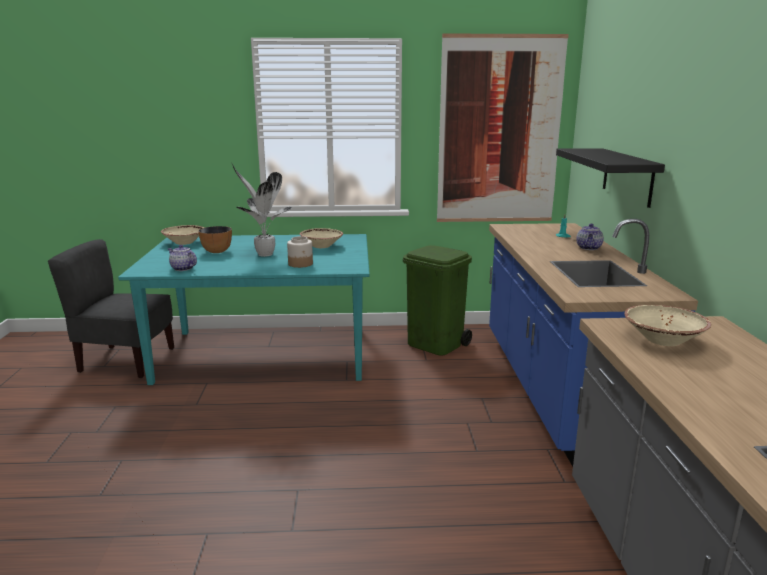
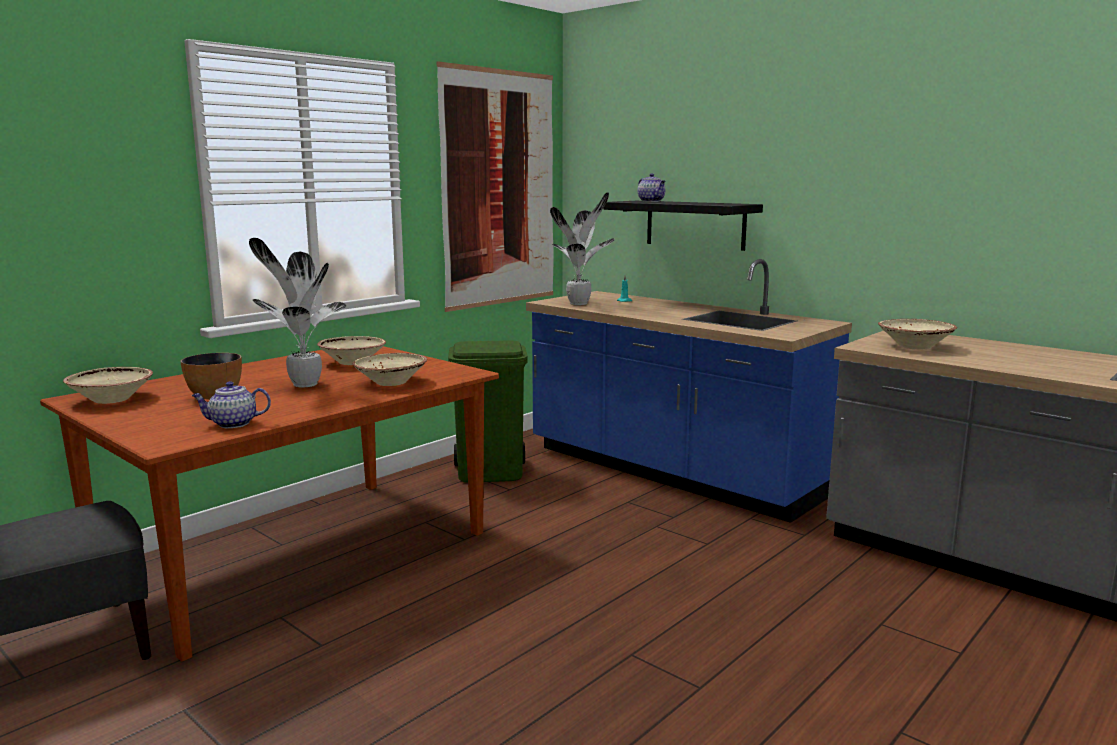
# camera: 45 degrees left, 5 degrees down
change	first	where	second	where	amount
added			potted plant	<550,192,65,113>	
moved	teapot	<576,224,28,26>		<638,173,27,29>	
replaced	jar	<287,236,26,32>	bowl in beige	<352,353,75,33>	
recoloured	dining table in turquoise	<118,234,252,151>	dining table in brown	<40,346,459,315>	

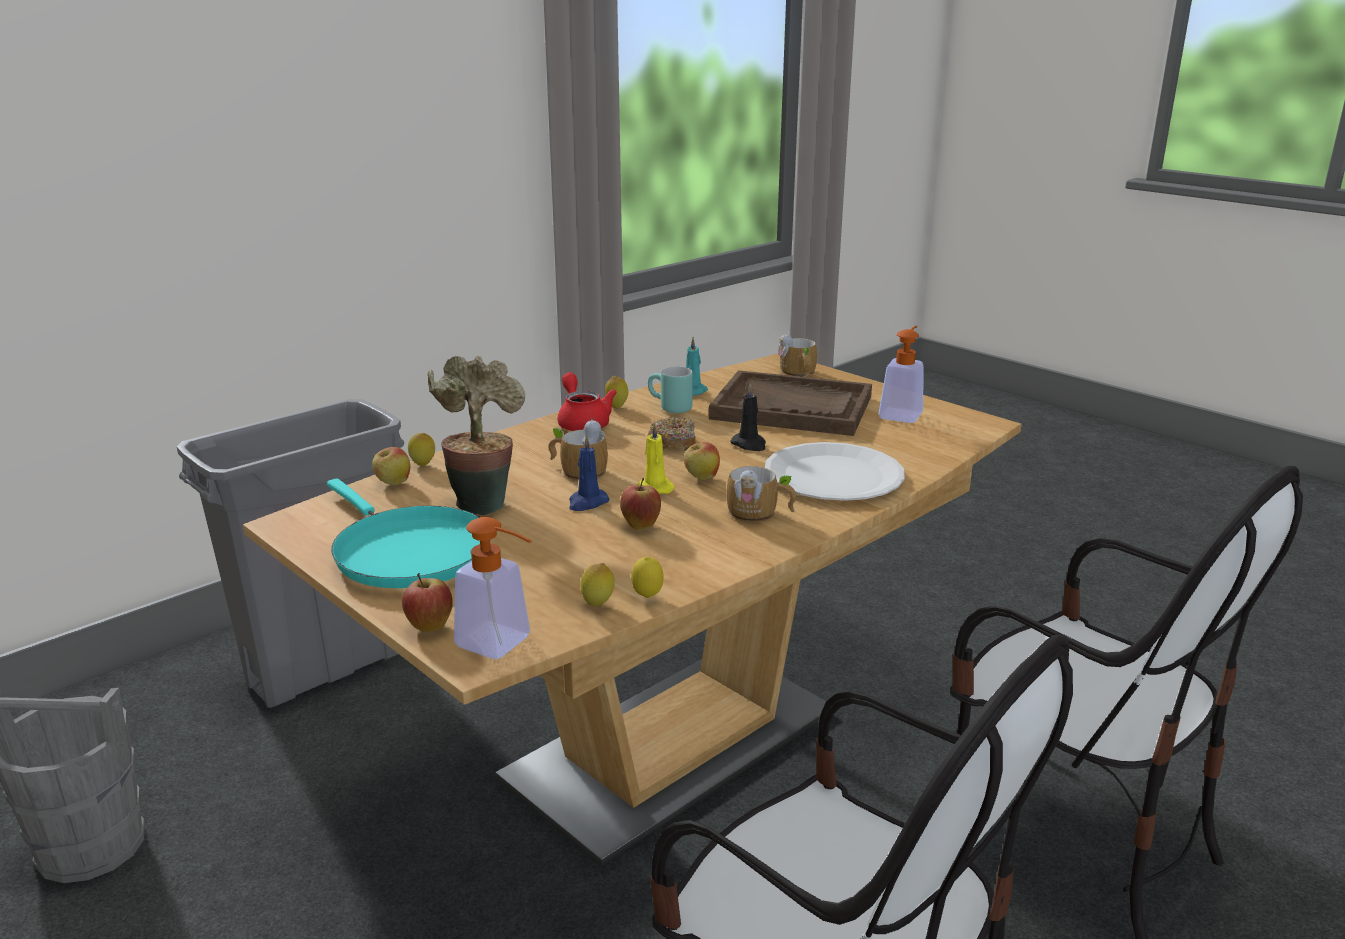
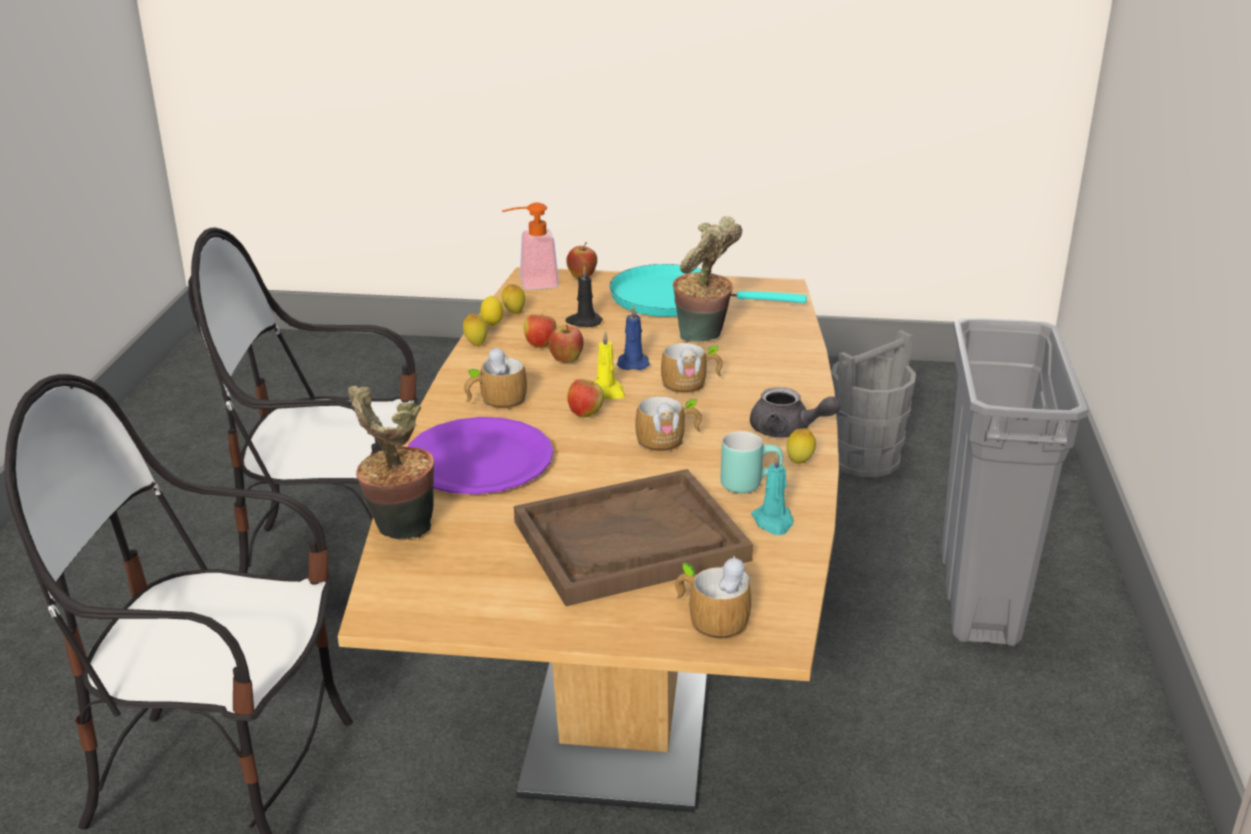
# camera: 140 degrees right, 5 degrees up
change	first	where	second	where	amount
removed	soap dispenser	<879,326,45,97>			
added			potted plant	<348,386,86,153>	
moved	apple	<372,447,38,38>		<523,310,34,38>	
moved	lemon	<408,433,27,33>		<463,314,24,32>	
moved	candle in black	<730,383,36,68>		<566,266,37,61>	
replaced	donut	<648,417,48,34>	mug	<635,396,67,56>	
recoloured	teapot in red	<557,373,60,58>	teapot in grey	<750,387,90,51>	
recoloured	plate in white	<765,442,140,59>	plate in purple	<407,417,146,77>	

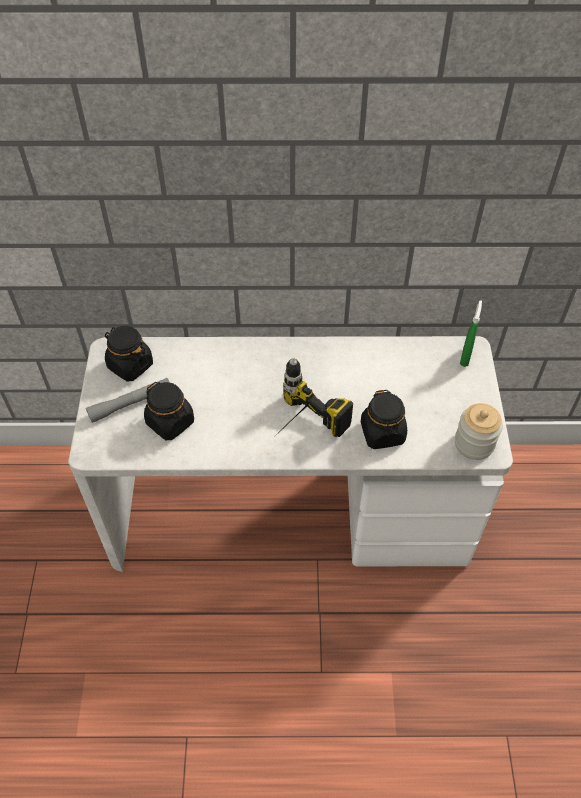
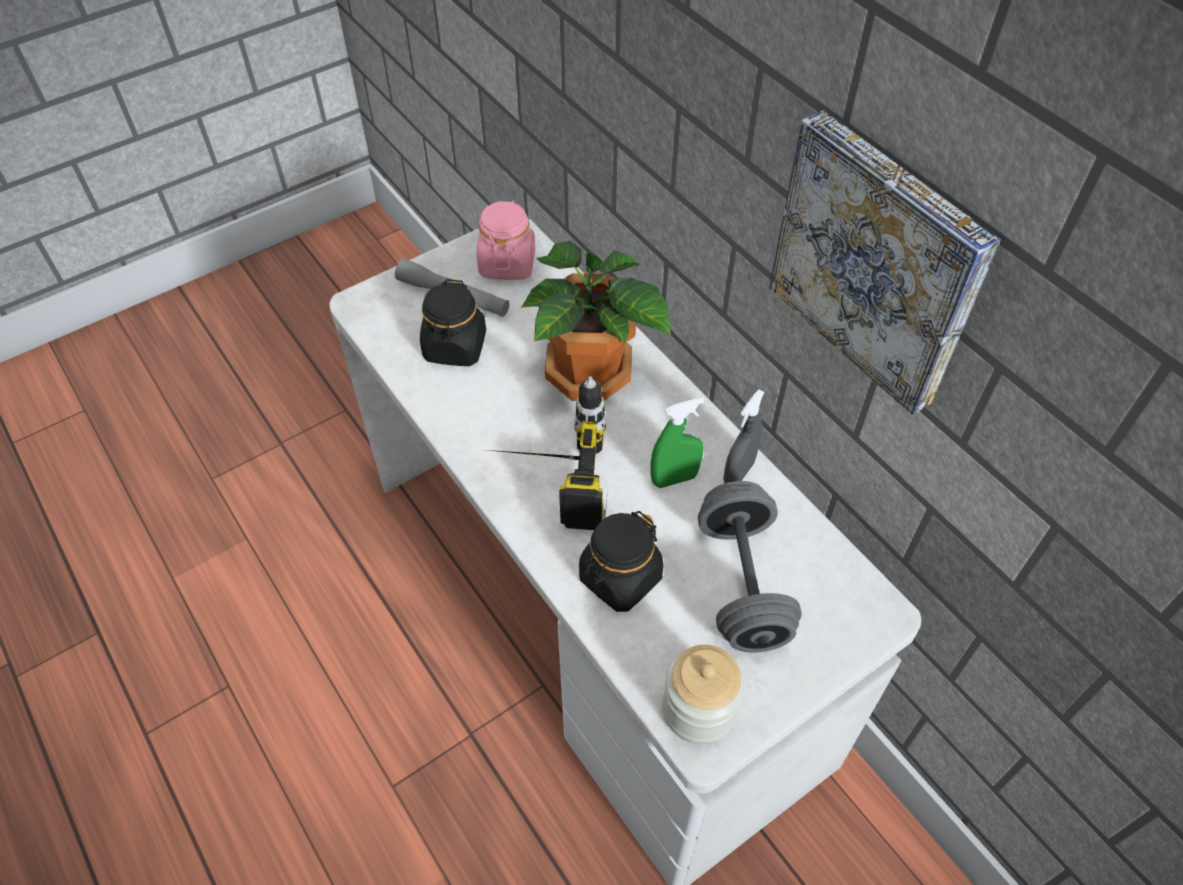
# camera: 55 degrees right, 0 degrees up
change	first	where	second	where	amount
added			potted plant	<521,241,149,160>	
added			dumbbell in grey	<698,481,104,172>	
added			spray bottle in grey	<723,389,42,94>	
added			picture	<769,110,232,305>	
moved	spray bottle in green	<460,300,22,67>		<651,398,53,90>	
recoloured	jar in black	<105,326,48,56>	jar in pink	<477,200,58,80>	

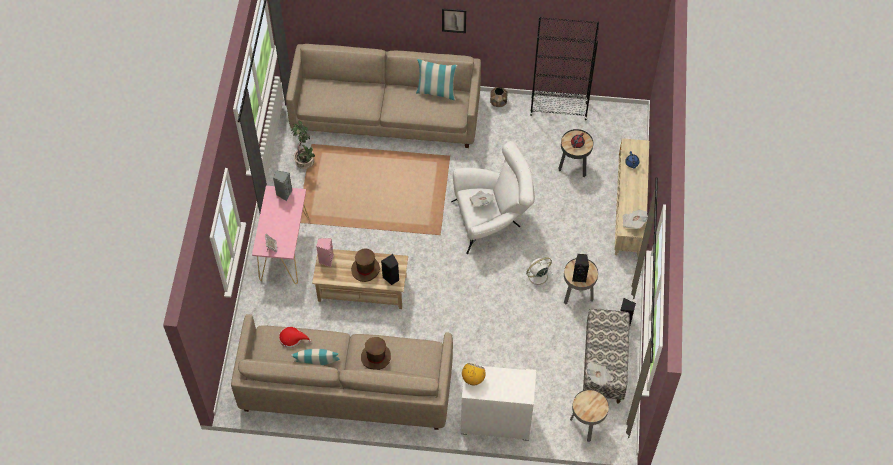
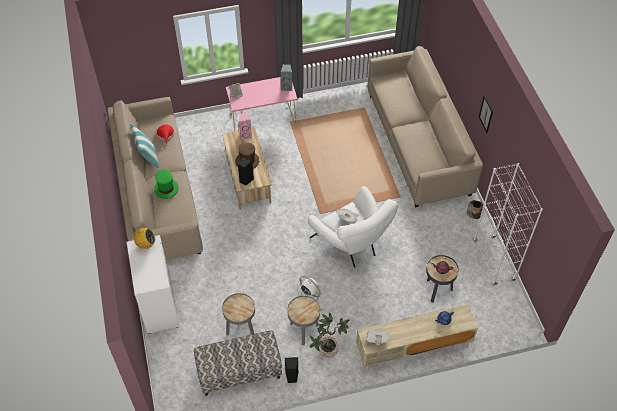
# camera: 70 degrees right, 5 degrees down
change	first	where	second	where	amount
removed	pillow	<416,59,41,41>			
removed	speaker in black	<572,254,17,28>			
removed	newspaper	<585,362,28,24>			
moved	potted plant	<290,120,25,49>		<310,311,40,47>	
moved	side table in grey	<570,389,39,53>		<222,293,33,43>	
recoloured	hat in brown	<361,337,30,33>	hat in green	<154,170,25,29>	
recoloured	bookcase in black	<530,17,69,103>	bookcase in white	<473,163,70,123>	

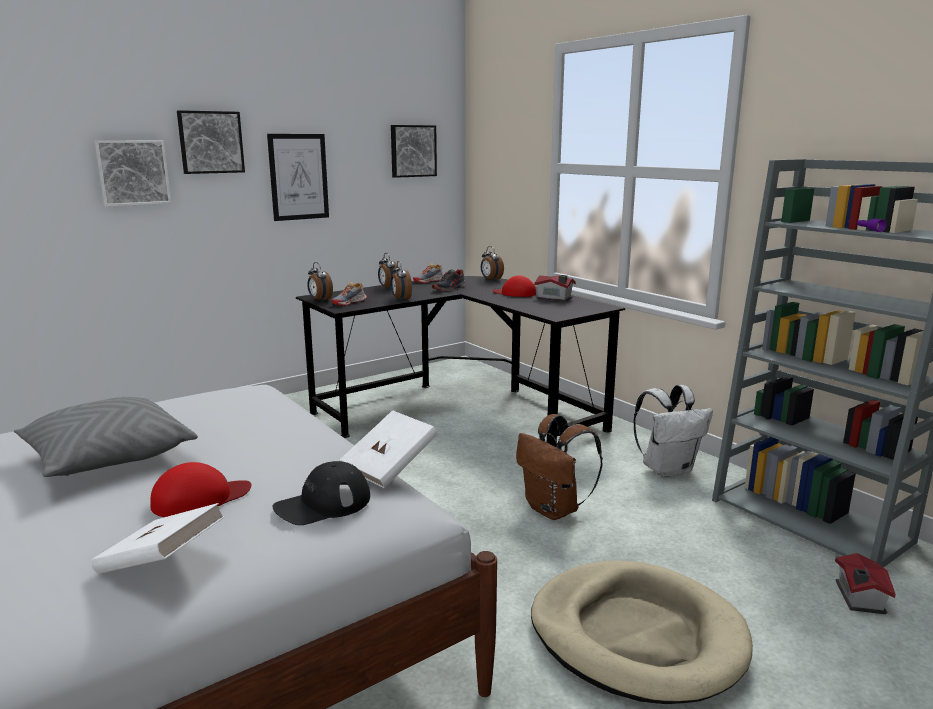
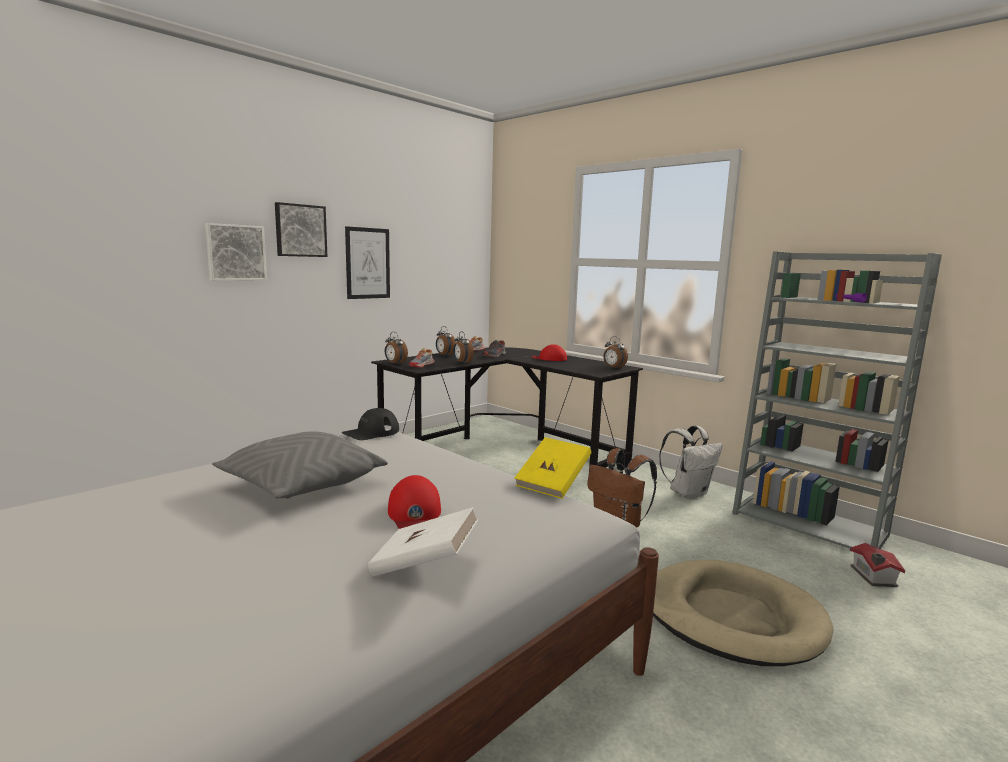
# camera: 10 degrees left, 5 degrees down
change	first	where	second	where	amount
removed	picture	<391,125,46,53>			
removed	toy house	<534,275,42,27>			
moved	cap in black	<273,461,97,64>		<342,408,57,32>	
moved	alarm clock	<481,246,23,35>		<603,336,25,33>	
recoloured	book in white	<340,410,97,78>	book in yellow	<514,437,77,62>	
turned	cap in red	<150,462,101,55>		<388,475,53,54>	120 degrees clockwise

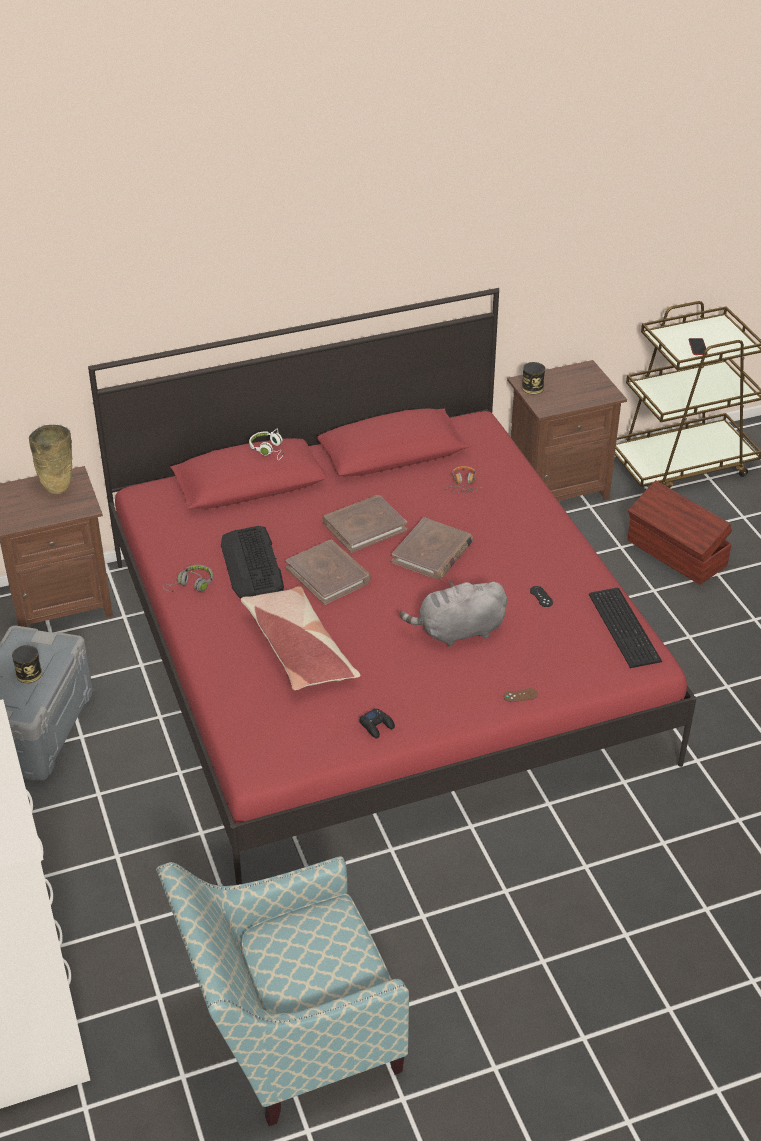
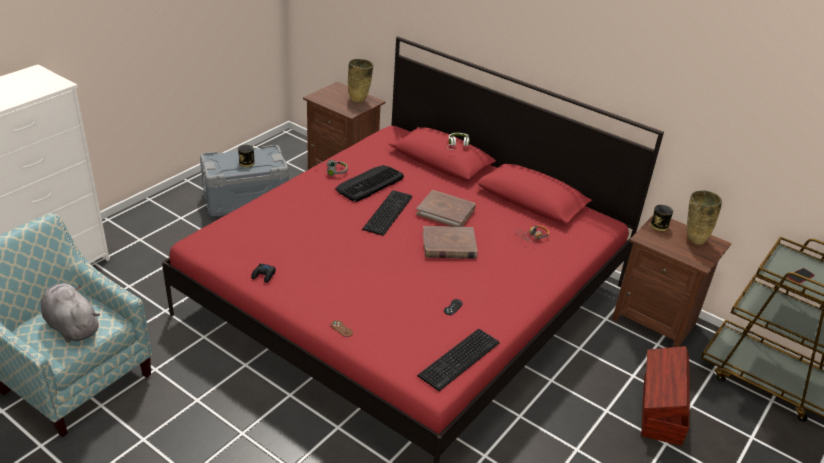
# camera: 55 degrees right, 5 degrees down
change	first	where	second	where	amount
removed	pillow	<241,586,119,104>			
added			vase in beige	<687,190,35,55>	
moved	plush toy in grey	<400,580,107,67>		<41,283,59,59>	
replaced	book in brown	<286,539,85,66>	keyboard	<362,190,51,46>	

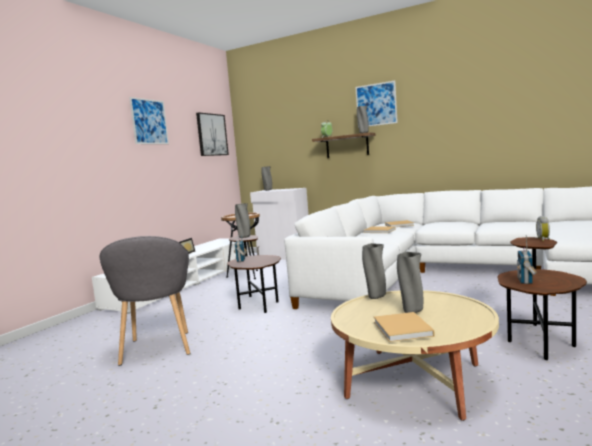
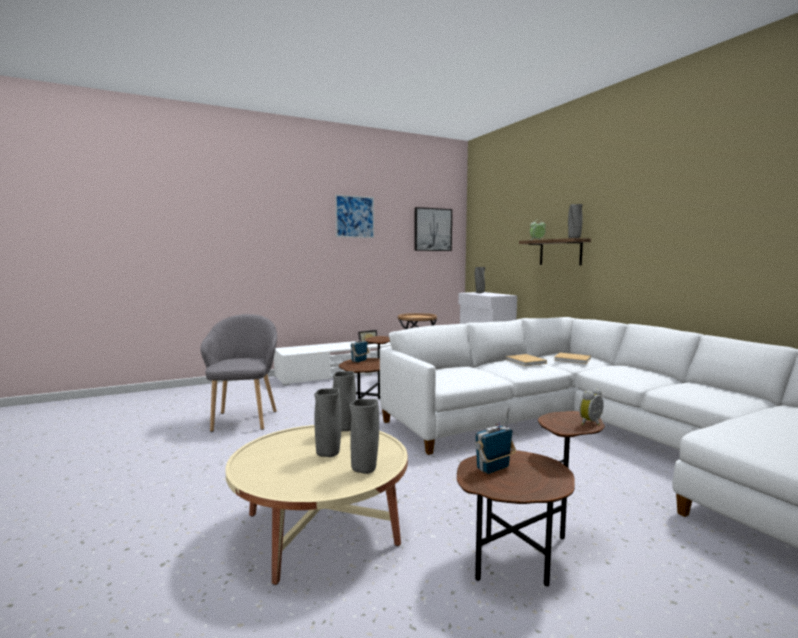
# camera: 35 degrees right, 0 degrees up
change	first	where	second	where	amount
removed	picture	<355,81,43,47>			
removed	book in beige	<374,312,61,30>			
moved	vase in grey	<235,203,15,35>		<349,399,30,75>	
turned	armchair in grey	<100,236,90,130>		<200,314,77,118>	150 degrees clockwise

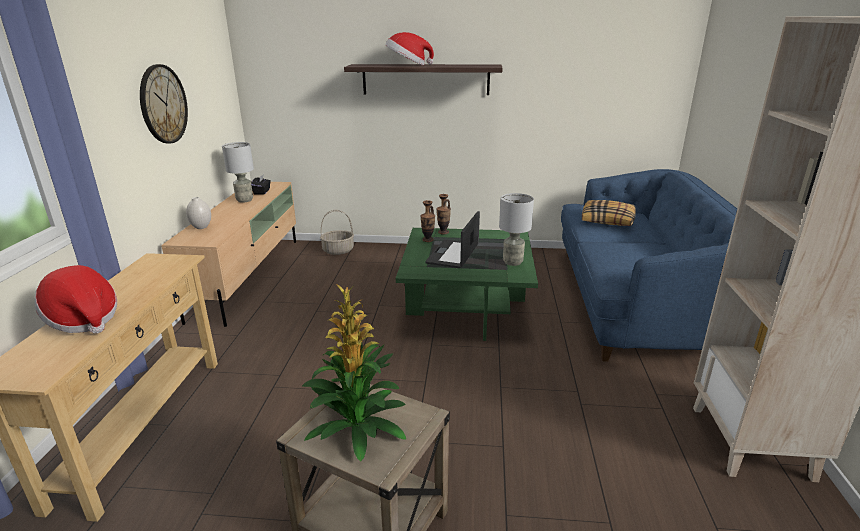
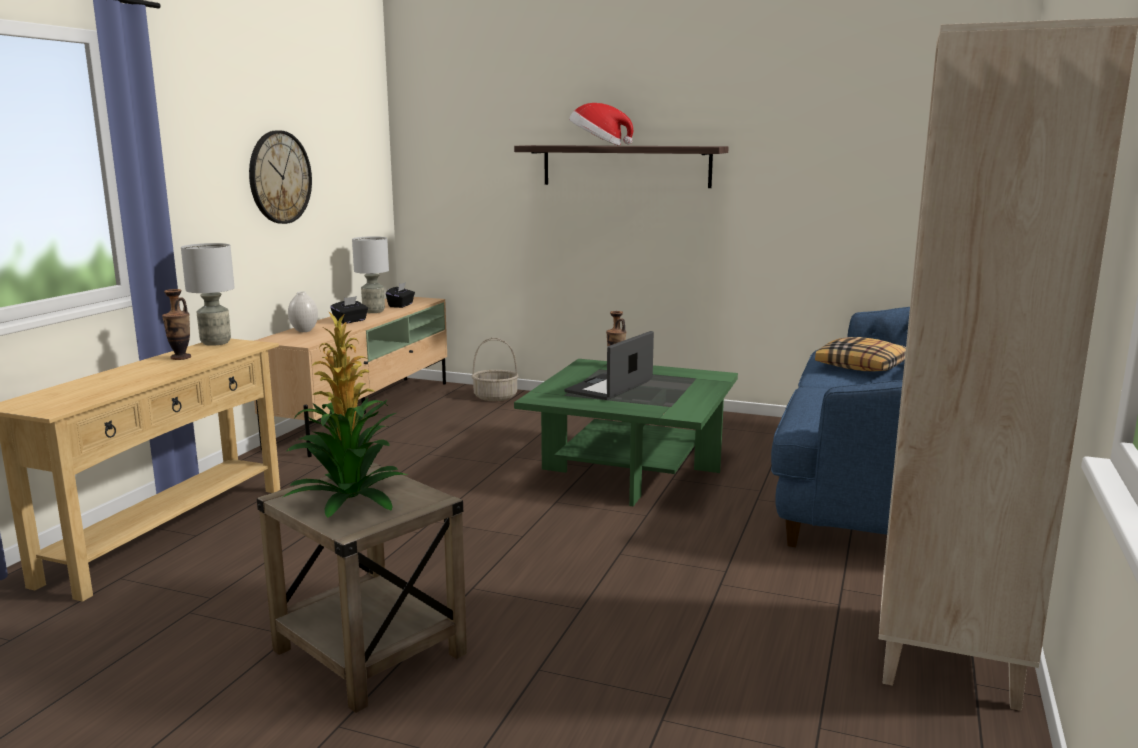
# camera: 15 degrees right, 10 degrees down
change	first	where	second	where	amount
removed	hat	<35,265,82,69>			
added			tissue box in black	<330,296,38,28>	
moved	vase	<421,200,14,42>		<162,289,29,71>	
moved	table lamp in grey	<499,193,35,73>		<181,243,54,103>	

